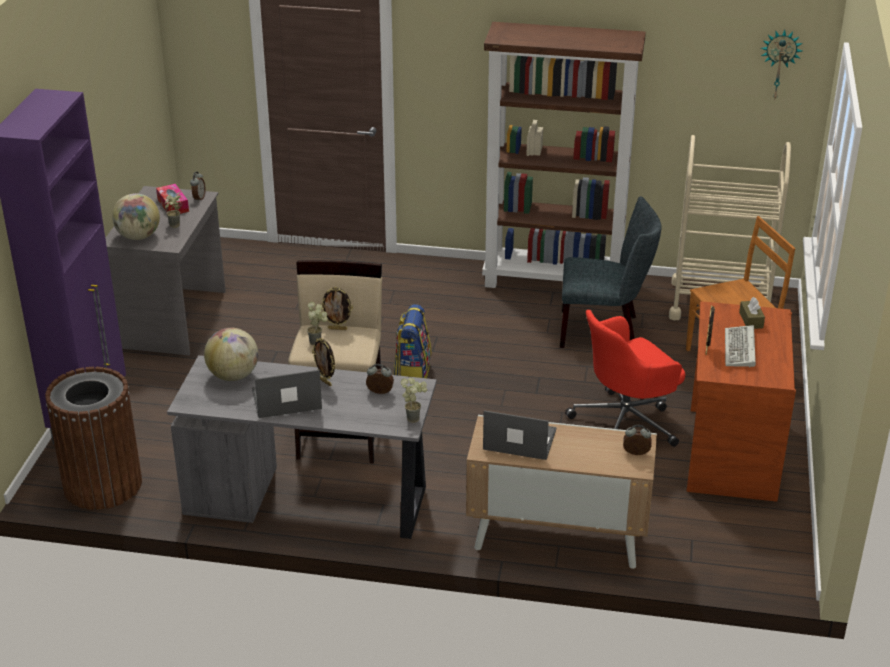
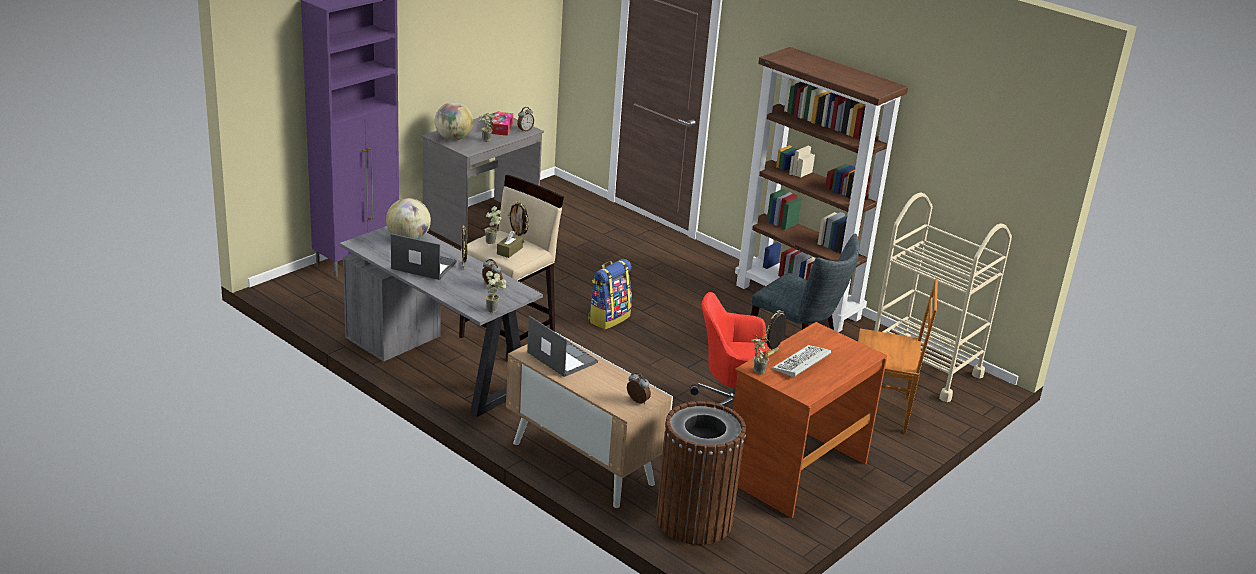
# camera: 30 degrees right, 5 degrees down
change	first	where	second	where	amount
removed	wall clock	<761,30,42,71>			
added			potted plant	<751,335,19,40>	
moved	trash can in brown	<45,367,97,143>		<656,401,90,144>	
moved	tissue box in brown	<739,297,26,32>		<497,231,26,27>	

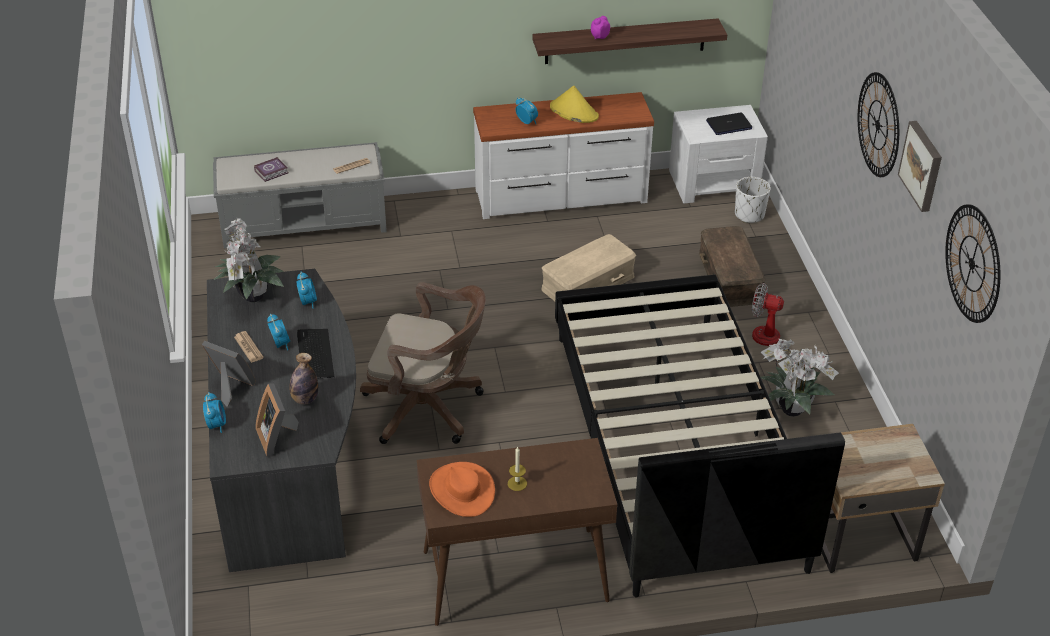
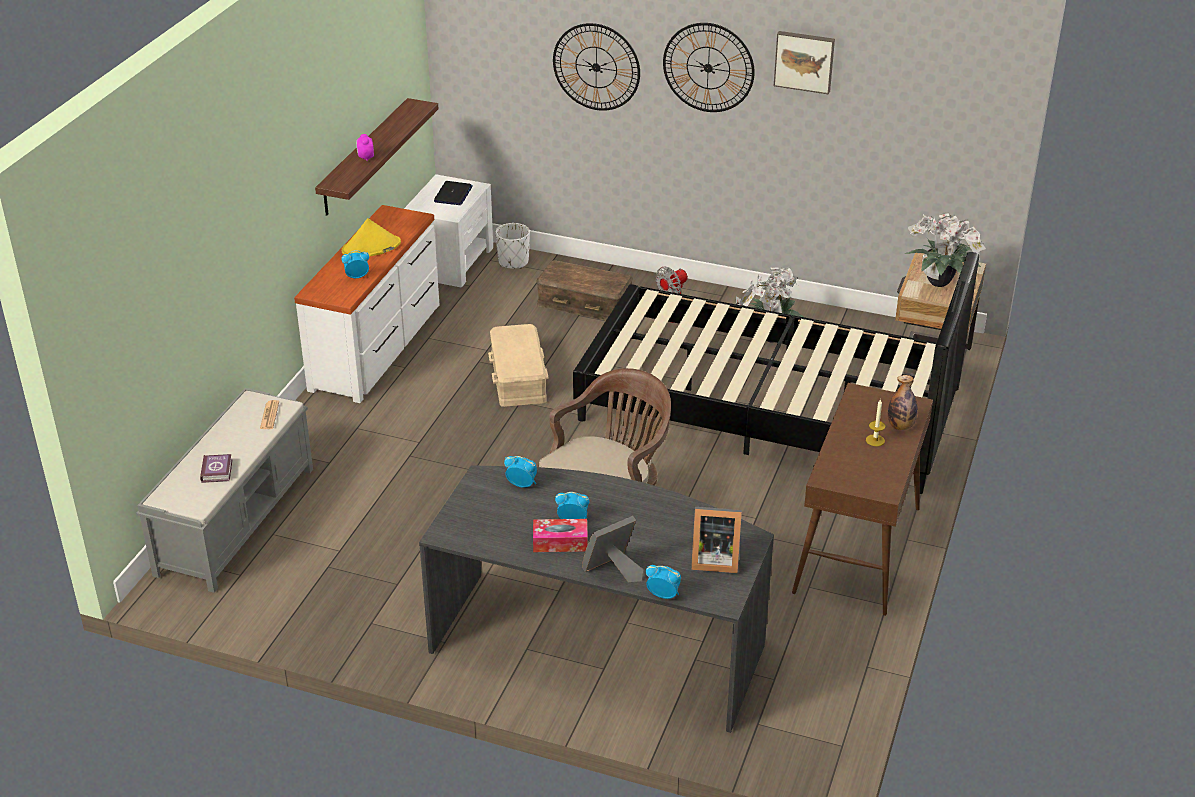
# camera: 60 degrees left, 5 degrees down
change	first	where	second	where	amount
removed	keyboard	<297,329,37,50>			
removed	hat in orange	<429,462,66,55>			
moved	potted plant	<213,218,71,84>		<905,212,81,75>	
moved	bottle	<290,353,28,52>		<888,375,30,55>	
moved	wall clock	<945,204,55,119>		<553,23,87,88>	
replaced	newspaper	<234,331,30,32>	tissue box	<533,519,55,33>	

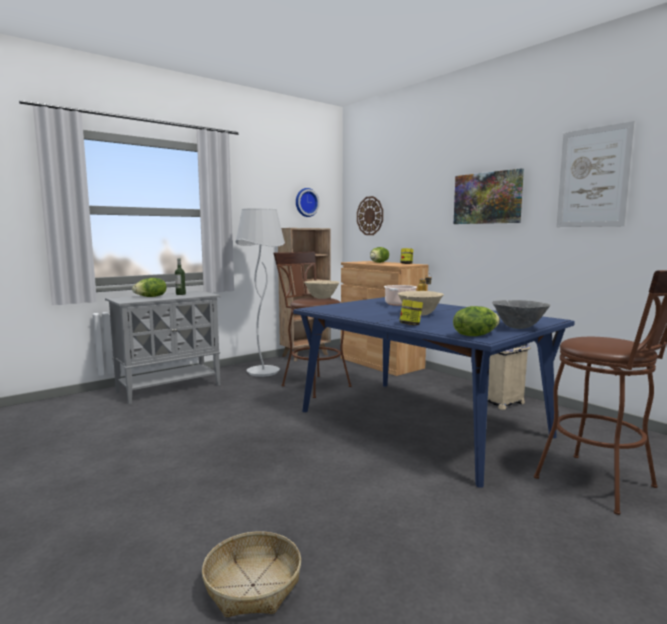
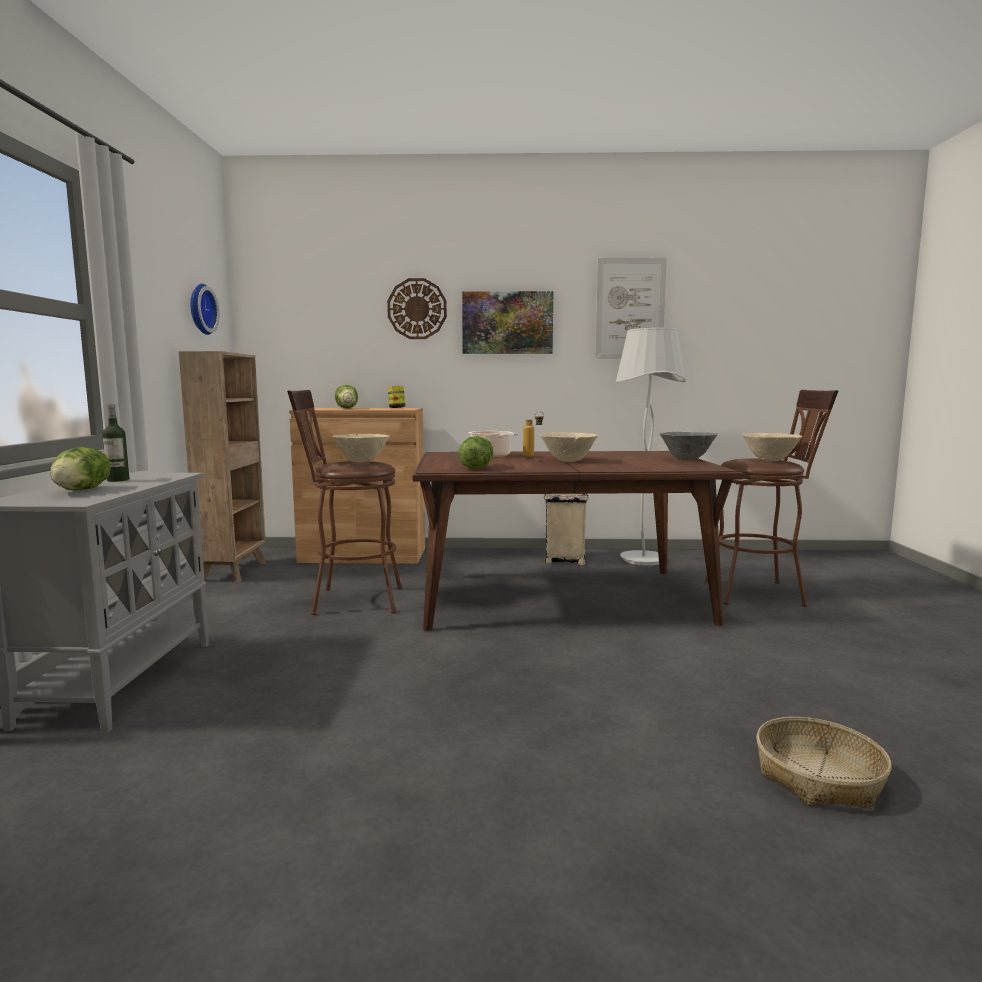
# camera: 50 degrees left, 0 degrees up
change	first	where	second	where	amount
removed	jar	<399,300,24,25>			
added			bowl in beige	<742,433,61,28>	
moved	floor lamp in white	<235,208,50,169>		<616,328,70,238>	
moved	wall clock	<357,196,26,39>		<387,278,60,61>	
moved	lettuce	<453,306,47,30>		<458,436,35,33>	
recoloured	dining table in blue	<293,297,282,191>	dining table in brown	<412,451,332,180>	

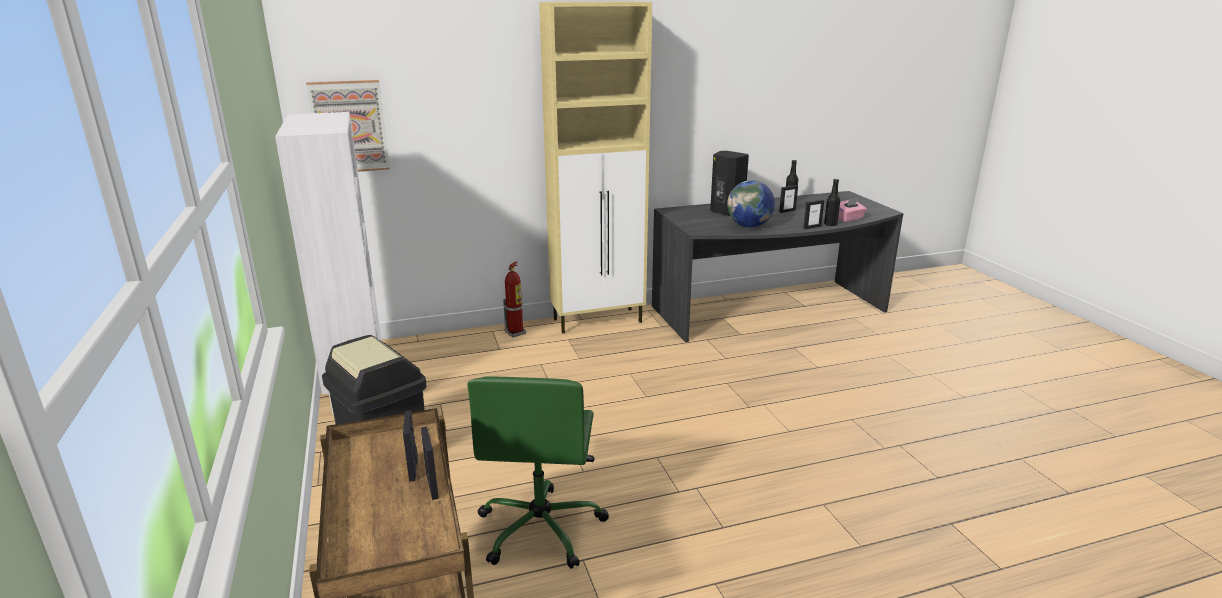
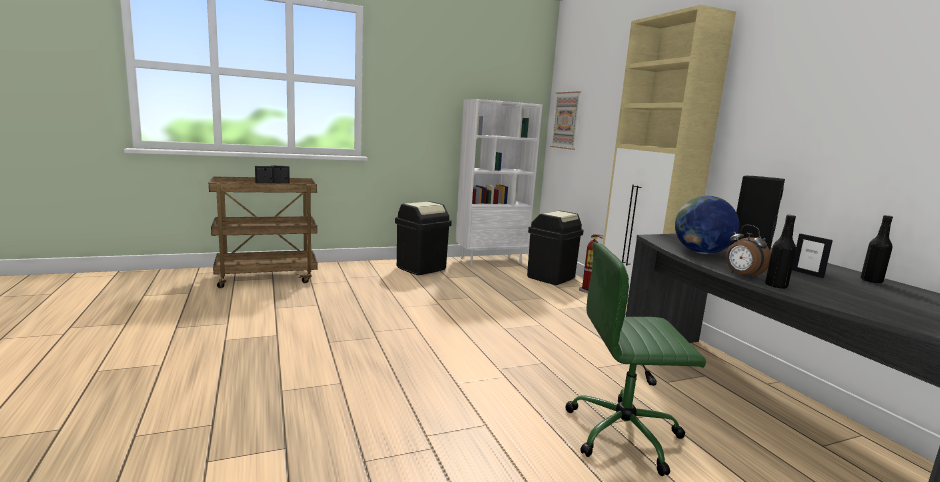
# camera: 85 degrees right, 10 degrees down
change	first	where	second	where	amount
removed	tissue box in pink	<838,198,29,24>			
added			trash can in black	<527,211,57,74>	
moved	office chair in green	<467,377,142,192>		<565,242,141,234>	
replaced	picture frame	<803,200,21,29>	alarm clock	<726,225,45,54>	

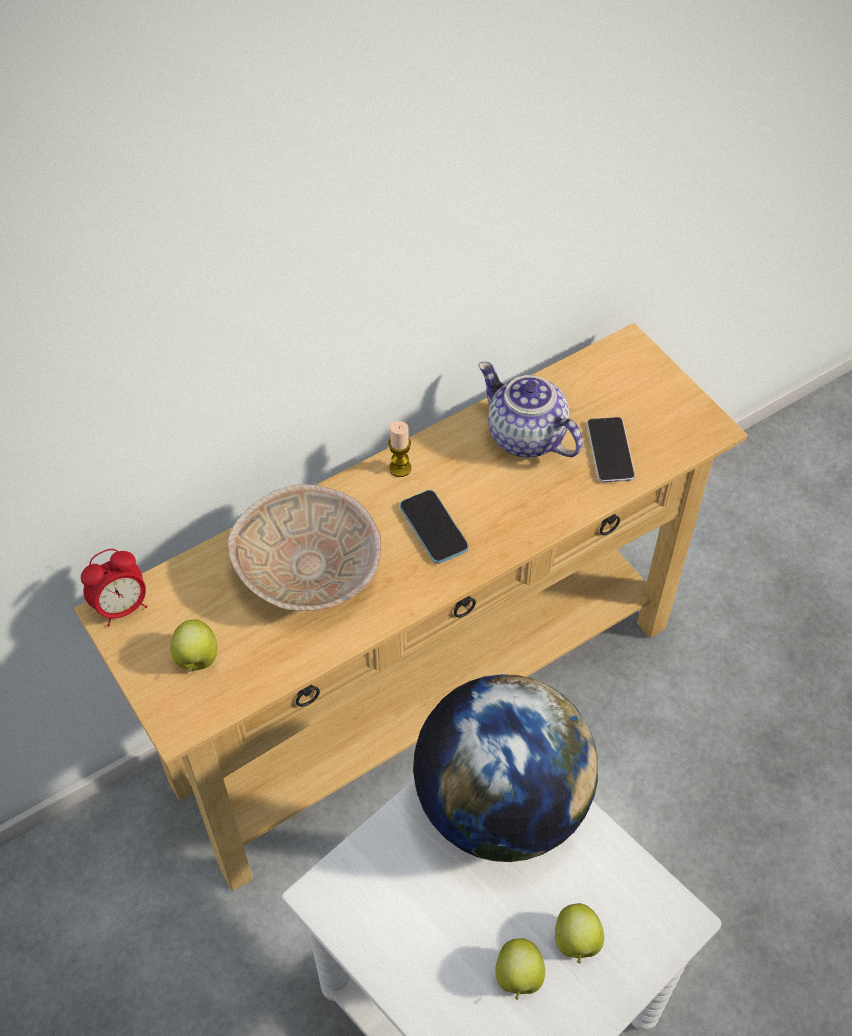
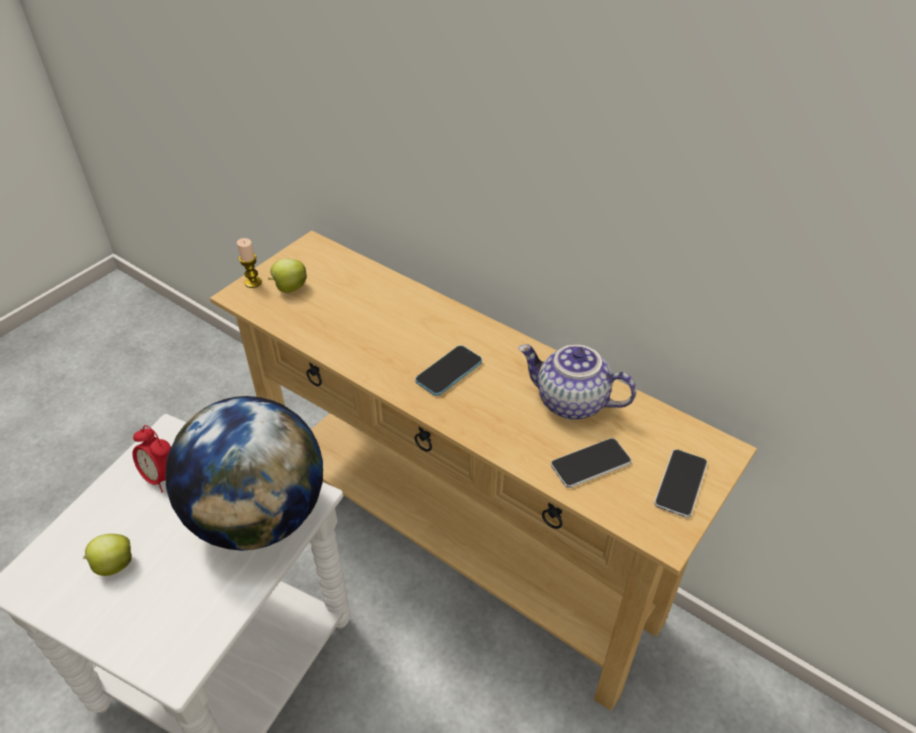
# camera: 70 degrees right, 10 degrees down
change	first	where	second	where	amount
removed	bowl in beige	<228,484,153,127>			
removed	apple	<555,903,49,61>			
added			phone	<654,449,54,69>	
moved	alarm clock	<81,549,66,78>		<132,425,39,67>	
moved	candle	<388,421,23,56>		<237,238,25,50>	
turned	teapot	<478,362,105,95>		<518,344,118,76>	90 degrees counterclockwise

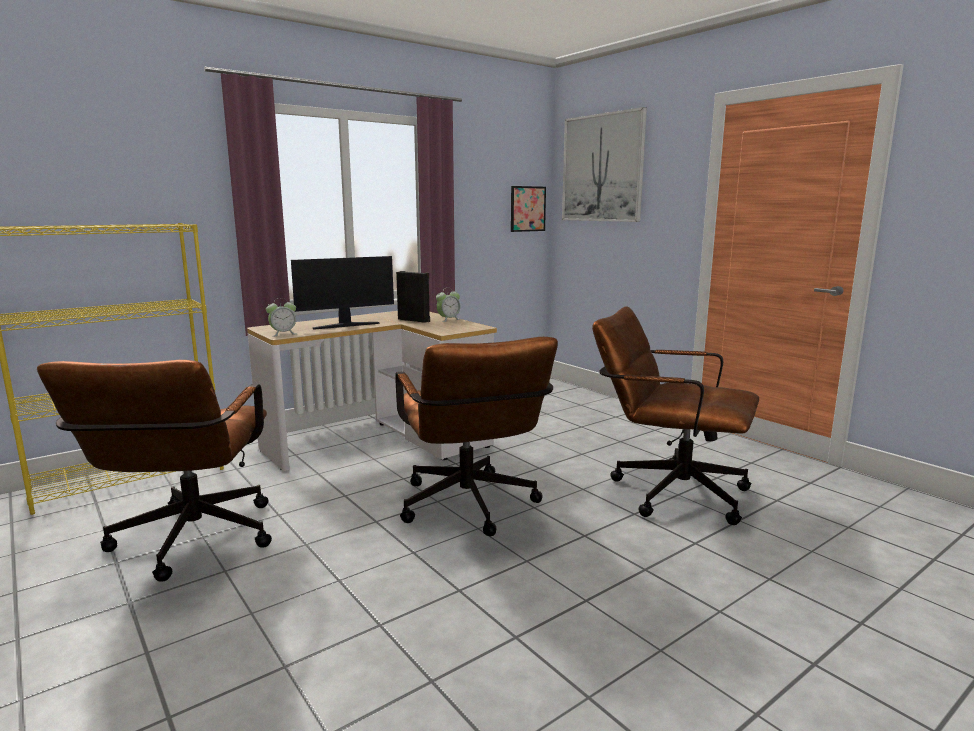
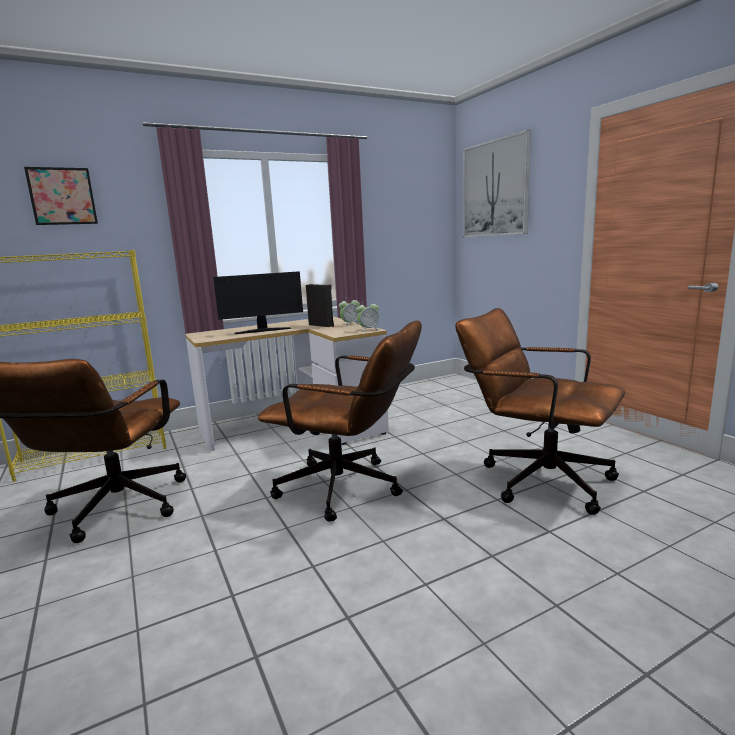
# camera: 10 degrees right, 0 degrees up
change	first	where	second	where	amount
moved	alarm clock	<266,298,30,39>		<356,300,23,32>	
moved	picture	<511,186,35,46>		<24,167,74,58>	
turned	office chair in brown	<395,337,163,199>		<258,320,164,202>	60 degrees counterclockwise

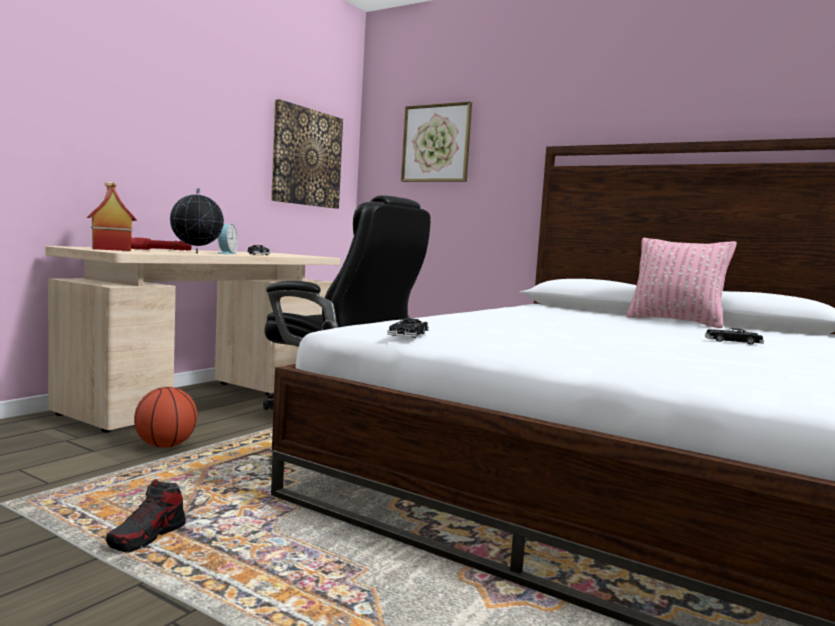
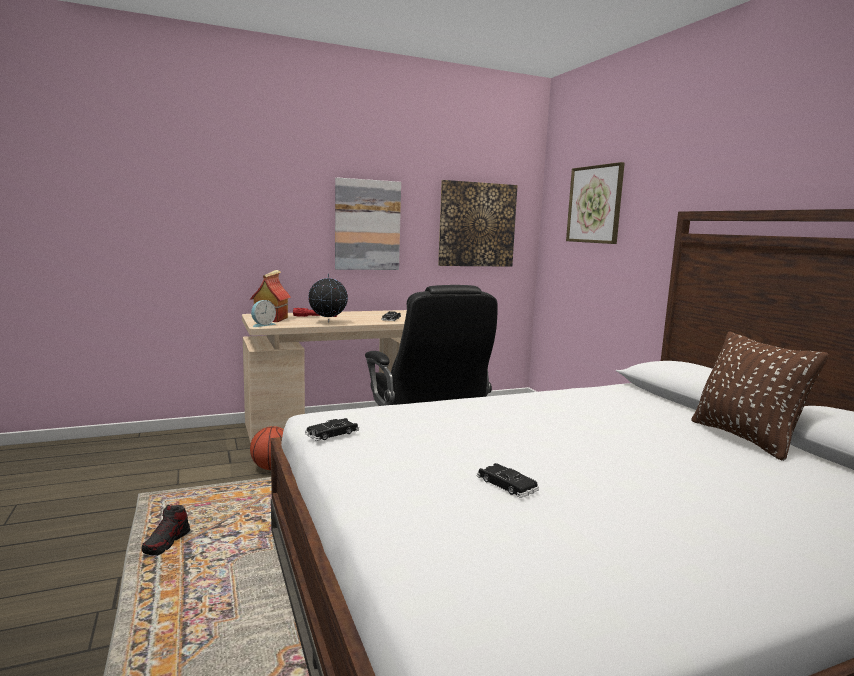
# camera: 35 degrees right, 5 degrees up
change	first	where	second	where	amount
added			picture	<335,177,66,93>	
moved	alarm clock	<217,224,21,30>		<251,300,25,27>	
moved	toy car in black	<705,328,59,17>		<476,463,63,35>	
recoloured	pillow in pink	<626,238,111,90>	pillow in brown	<691,332,137,129>	
turned	shoe	<106,479,80,74>		<142,505,48,51>	45 degrees counterclockwise

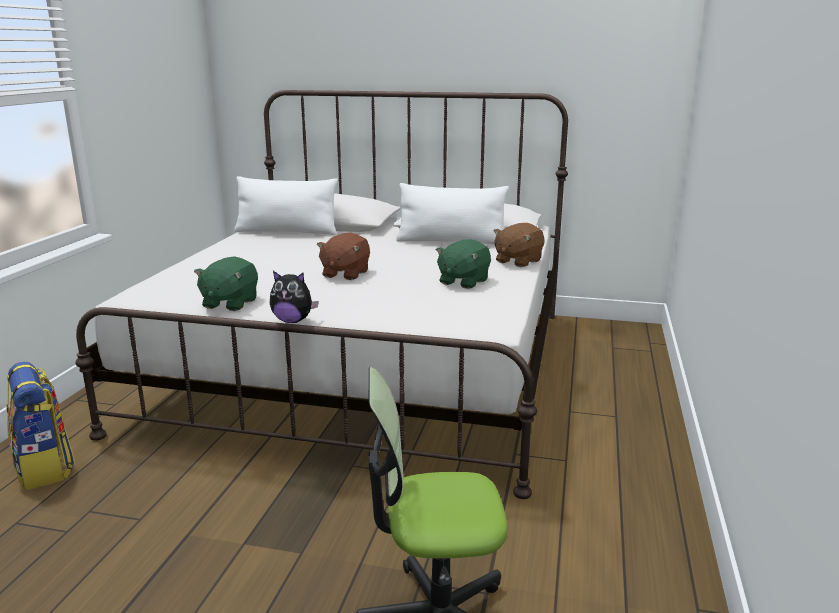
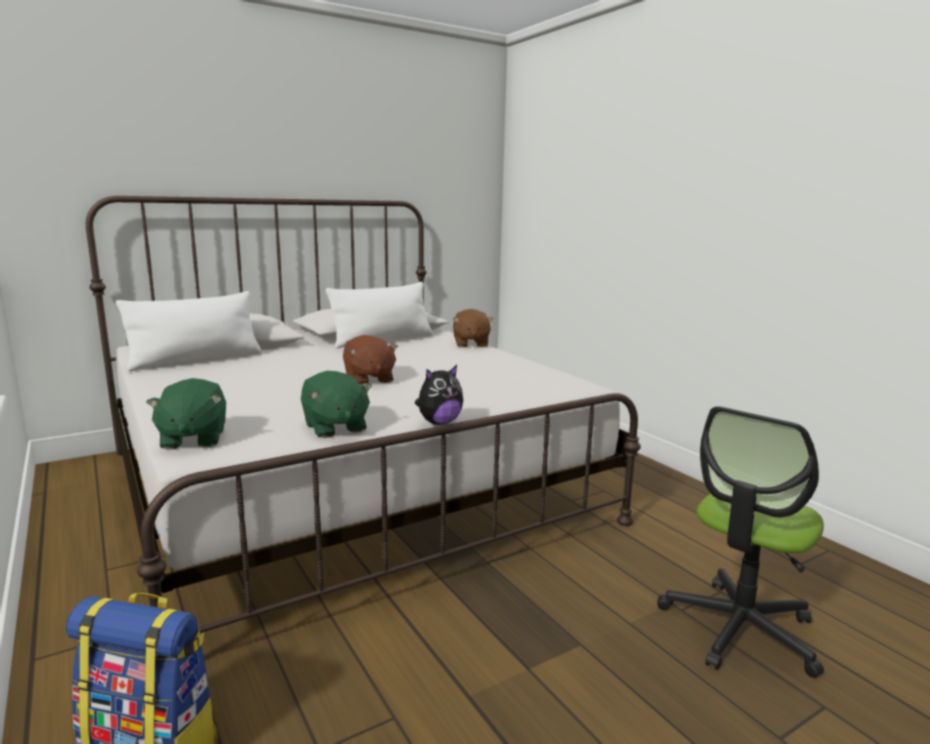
# camera: 45 degrees left, 5 degrees down
change	first	where	second	where	amount
moved	plush toy in green	<436,239,55,50>		<146,378,80,72>	

